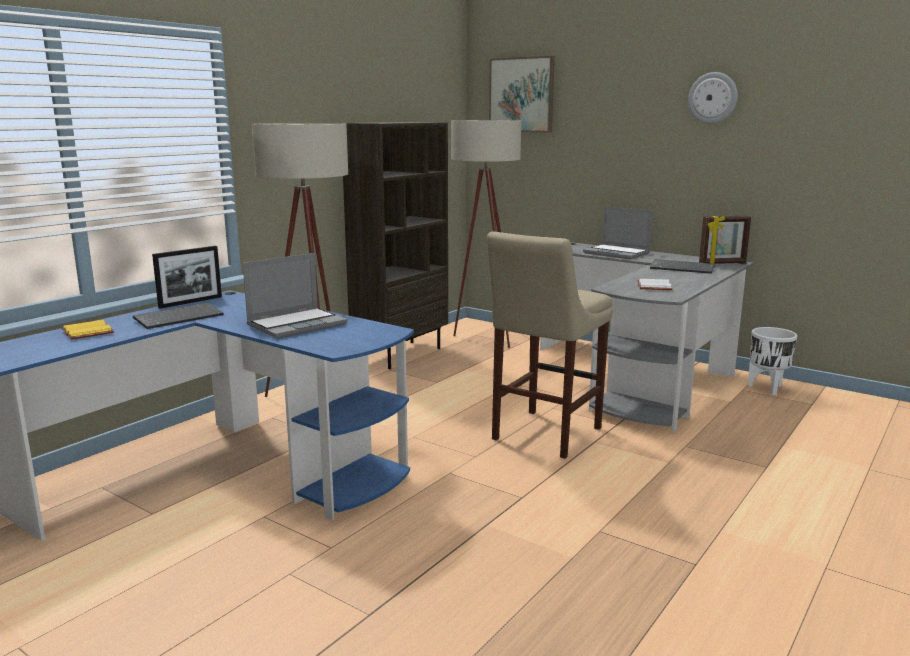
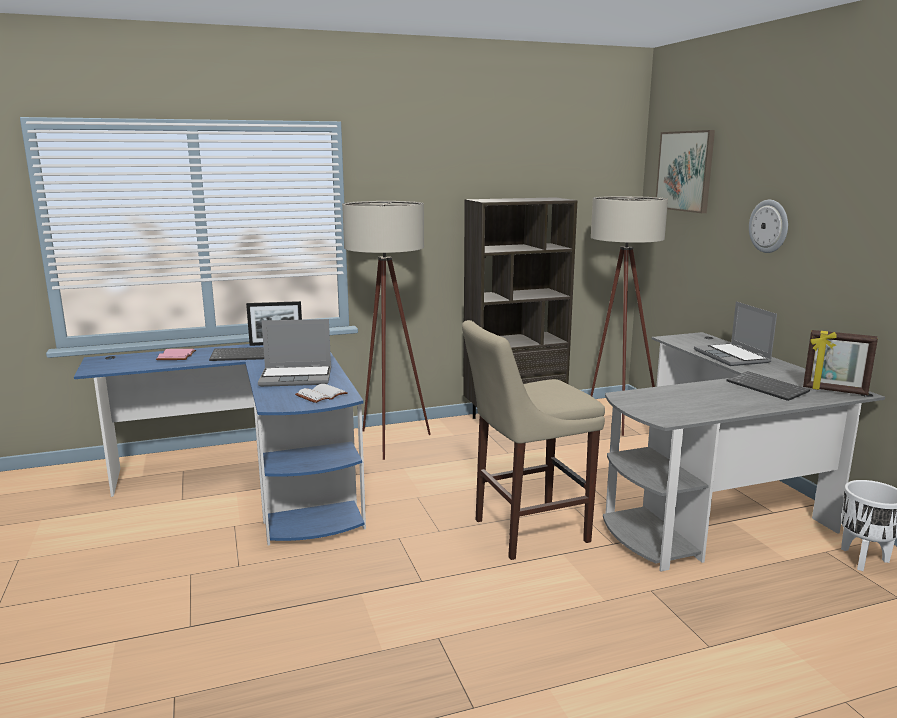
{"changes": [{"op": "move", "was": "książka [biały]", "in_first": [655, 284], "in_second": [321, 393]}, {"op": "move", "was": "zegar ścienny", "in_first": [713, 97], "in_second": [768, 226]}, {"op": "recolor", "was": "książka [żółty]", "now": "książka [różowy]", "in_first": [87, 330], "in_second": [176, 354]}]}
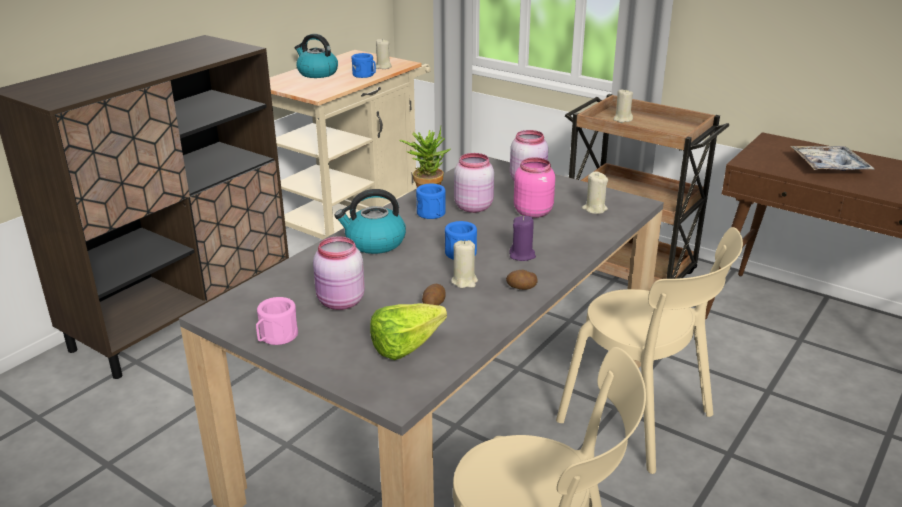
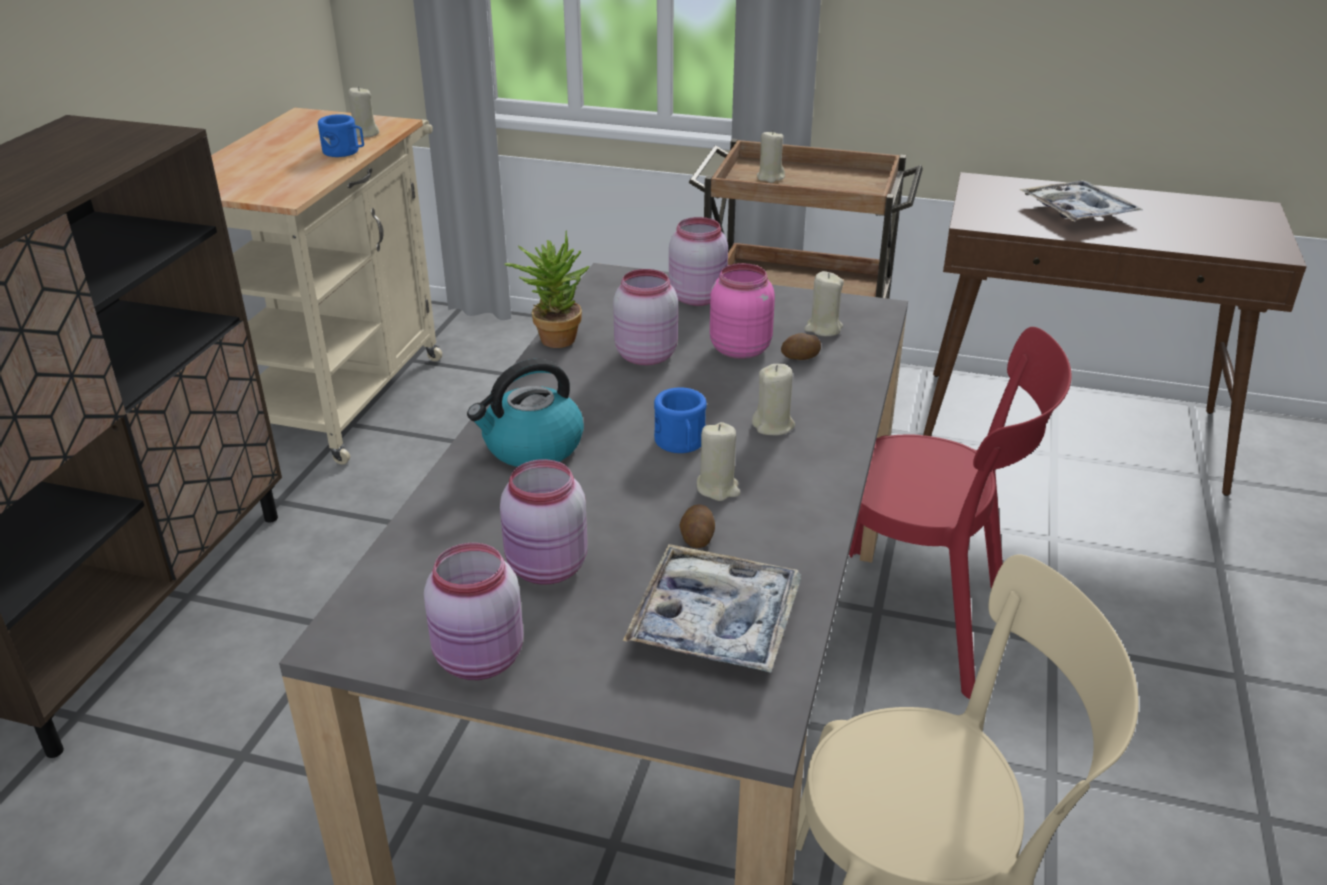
{"changes": [{"op": "delete", "was": "czajnik", "in_first": [316, 56]}, {"op": "delete", "was": "kubek [niebieski]", "in_first": [431, 201]}, {"op": "move", "was": "ziemniak", "in_first": [522, 280], "in_second": [801, 346]}, {"op": "replace", "was": "kubek [różowy]", "now": "słoik [różowy]", "in_first": [277, 321], "in_second": [474, 611]}, {"op": "replace", "was": "sałata", "now": "taca", "in_first": [408, 331], "in_second": [712, 608]}, {"op": "recolor", "was": "świeca [fioletowy]", "now": "świeca [beżowy]", "in_first": [522, 238], "in_second": [773, 399]}, {"op": "recolor", "was": "krzesło [beżowy]", "now": "krzesło [czerwony]", "in_first": [649, 350], "in_second": [960, 513]}]}
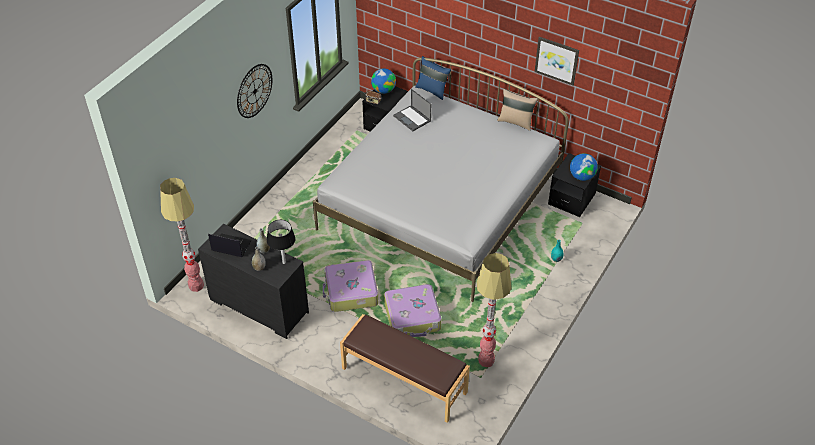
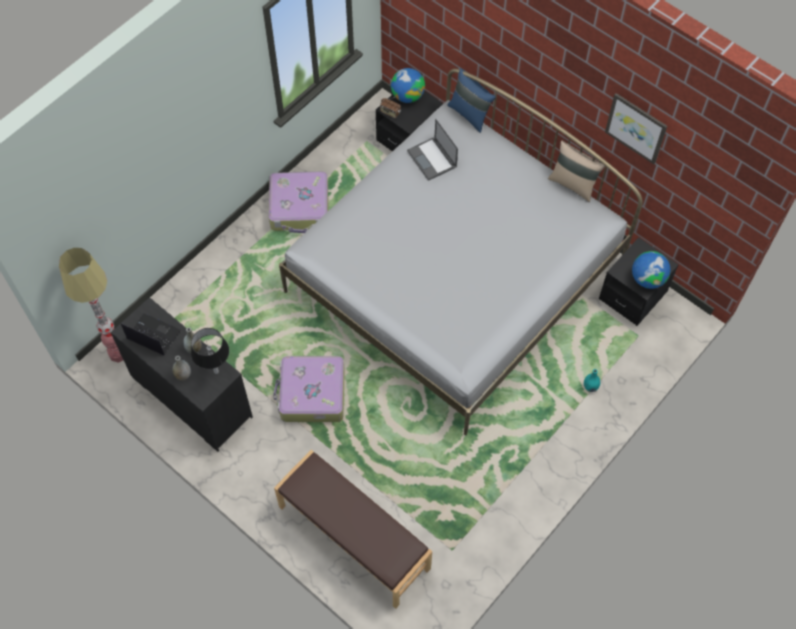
{"changes": [{"op": "delete", "was": "zegar ścienny", "in_first": [254, 91]}, {"op": "delete", "was": "lampa stojąca", "in_first": [494, 310]}, {"op": "move", "was": "walizka", "in_first": [413, 310], "in_second": [298, 202]}]}
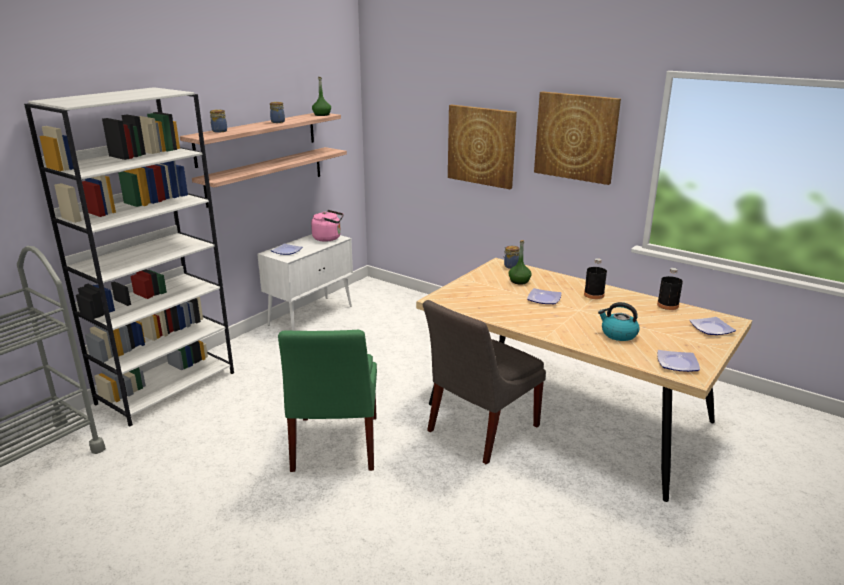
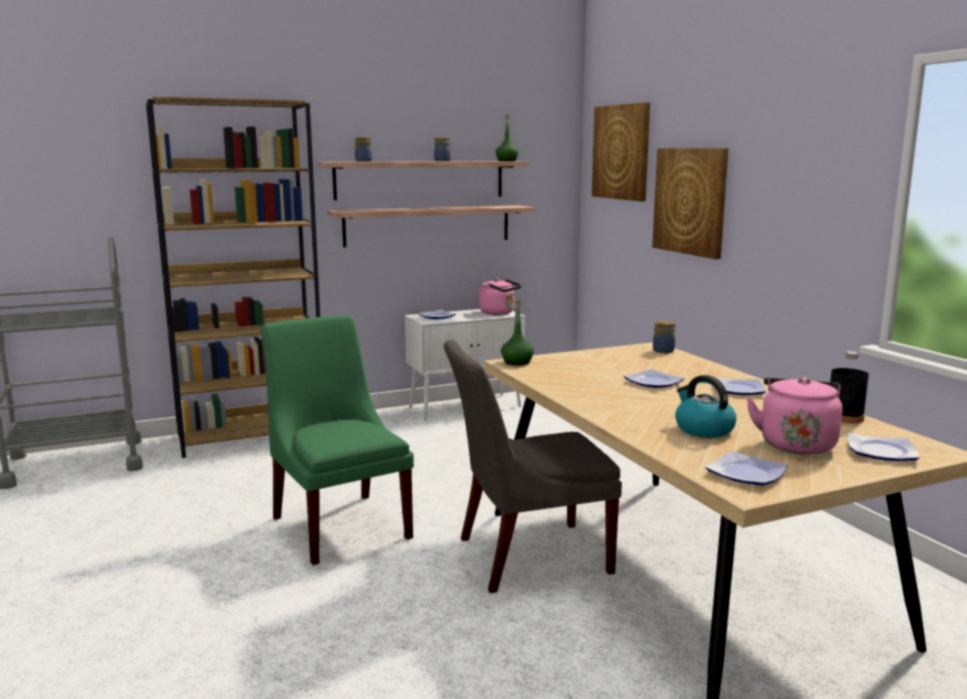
{"changes": [{"op": "insert", "now": "czajnik [różowy]", "in_second": [794, 416]}, {"op": "move", "was": "butelka [zielony]", "in_first": [520, 262], "in_second": [517, 332]}, {"op": "move", "was": "obraz", "in_first": [577, 138], "in_second": [621, 151]}, {"op": "replace", "was": "butelka [czarny]", "now": "talerz", "in_first": [595, 278], "in_second": [740, 386]}, {"op": "recolor", "was": "regał [biały]", "now": "regał [brązowy]", "in_first": [129, 257], "in_second": [233, 277]}, {"op": "rotate", "was": "krzesło [zielony]", "in_first": [327, 401], "in_second": [337, 440], "clockwise": 120}]}
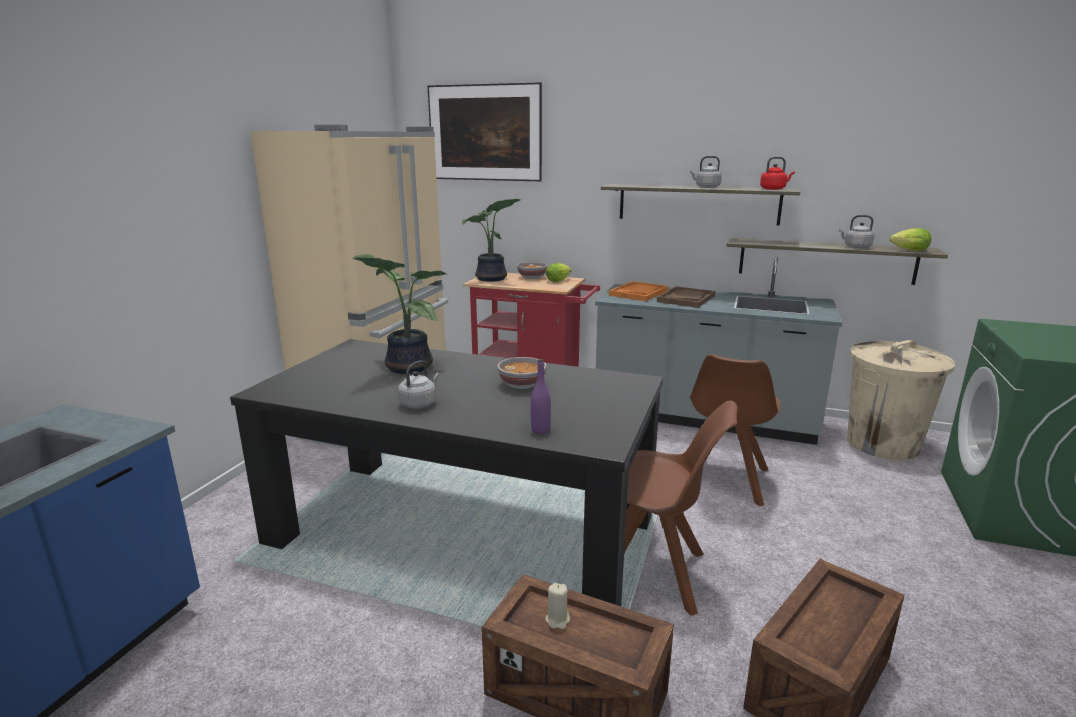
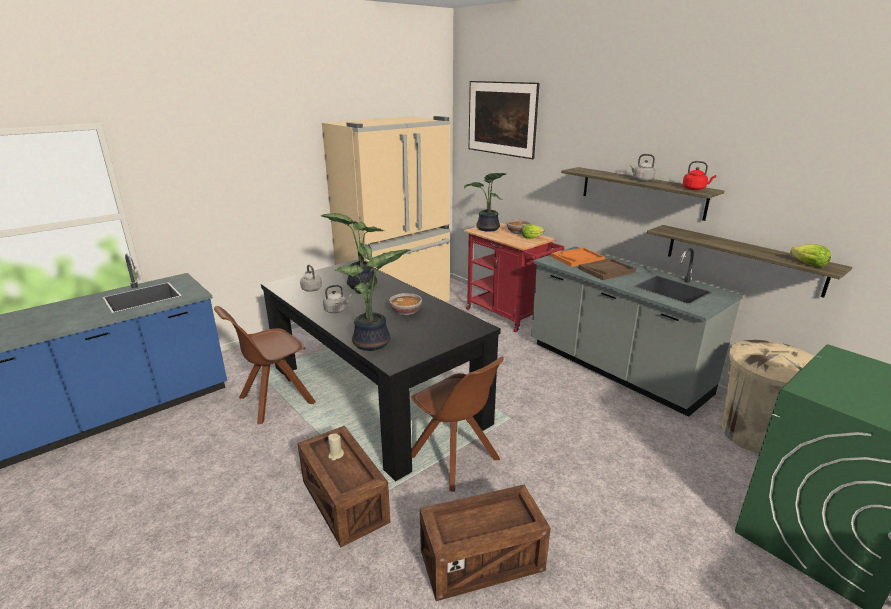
{"changes": [{"op": "move", "was": "krzesło [brązowy]", "in_first": [735, 430], "in_second": [265, 365]}, {"op": "move", "was": "czajnik [szary]", "in_first": [856, 231], "in_second": [311, 278]}, {"op": "replace", "was": "butelka [fioletowy]", "now": "roślina doniczkowa", "in_first": [541, 396], "in_second": [372, 300]}]}
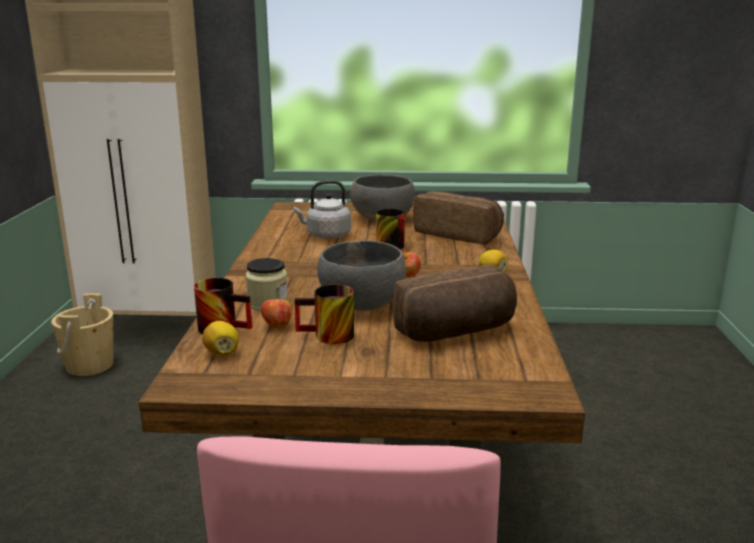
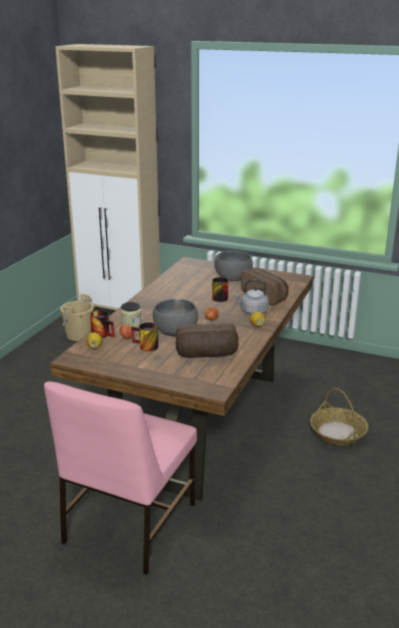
{"changes": [{"op": "insert", "now": "koszyk", "in_second": [339, 417]}, {"op": "move", "was": "czajnik [szary]", "in_first": [322, 209], "in_second": [251, 297]}]}
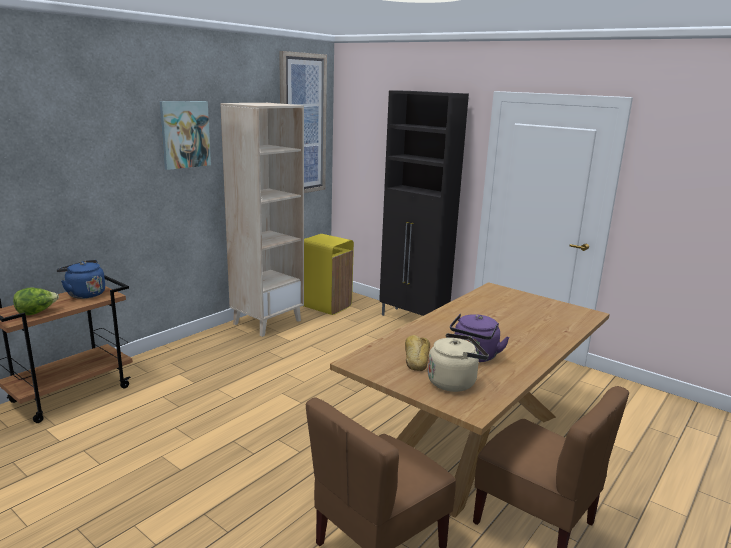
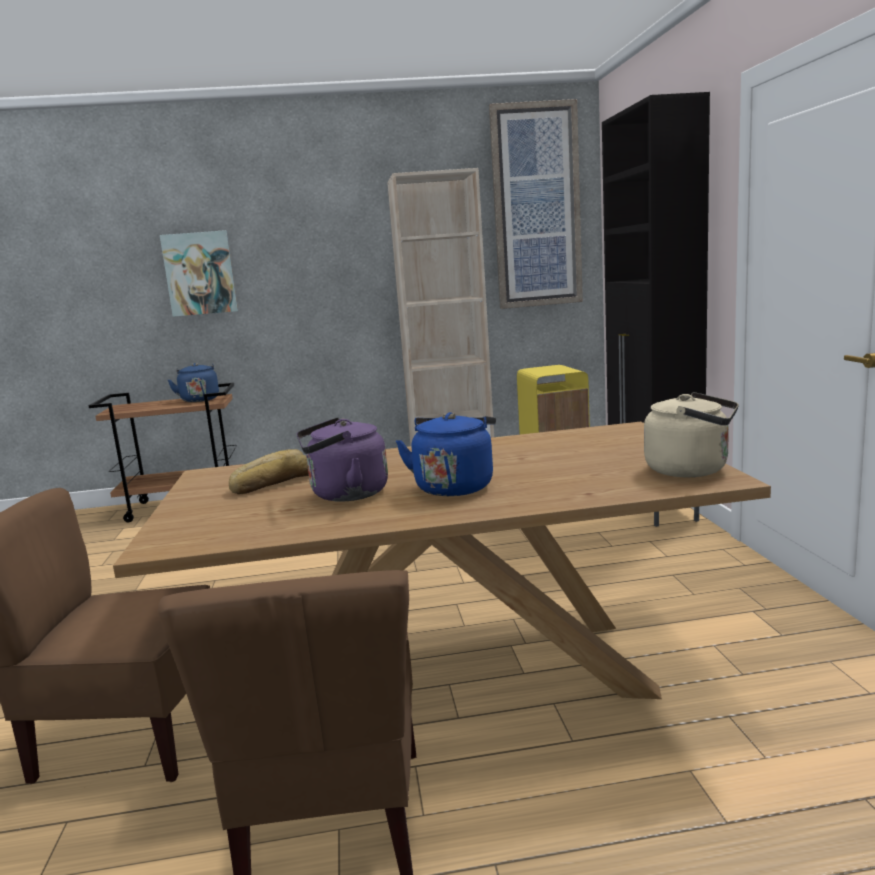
{"changes": [{"op": "delete", "was": "sałata", "in_first": [36, 301]}, {"op": "insert", "now": "czajnik [niebieski]", "in_second": [446, 454]}, {"op": "move", "was": "obraz", "in_first": [185, 135], "in_second": [199, 273]}, {"op": "move", "was": "czajnik [beżowy]", "in_first": [458, 362], "in_second": [691, 434]}]}
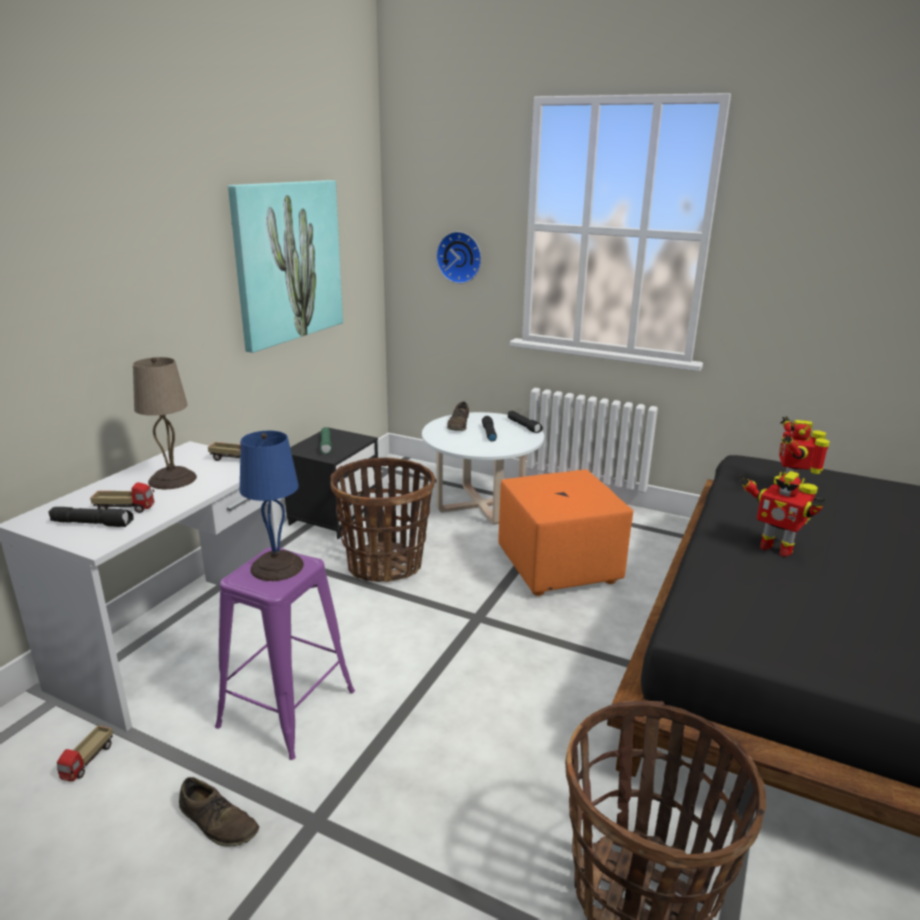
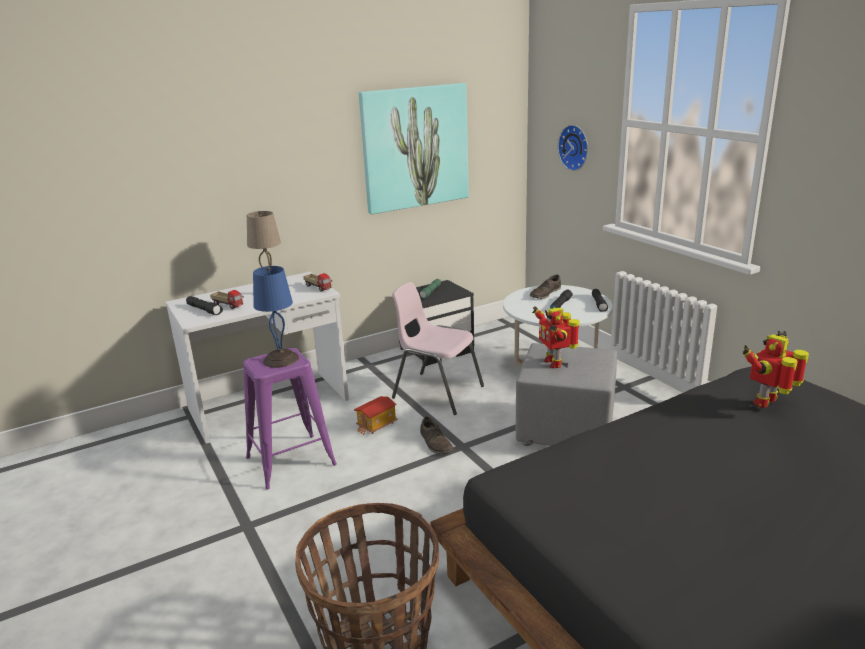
{"changes": [{"op": "delete", "was": "ciężarówka zabawkowa", "in_first": [85, 753]}, {"op": "insert", "now": "domek", "in_second": [376, 415]}, {"op": "move", "was": "but [brązowy]", "in_first": [219, 812], "in_second": [437, 435]}, {"op": "move", "was": "robot zabawkowy", "in_first": [782, 514], "in_second": [556, 337]}, {"op": "replace", "was": "koszyk", "now": "krzesło [różowy]", "in_first": [382, 520], "in_second": [438, 348]}, {"op": "recolor", "was": "pufa [pomarańczowy]", "now": "pufa [szary]", "in_first": [565, 532], "in_second": [566, 394]}]}
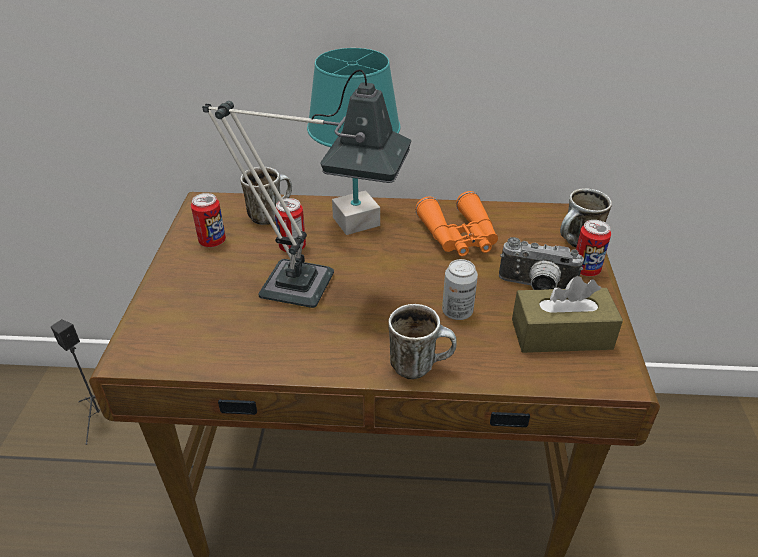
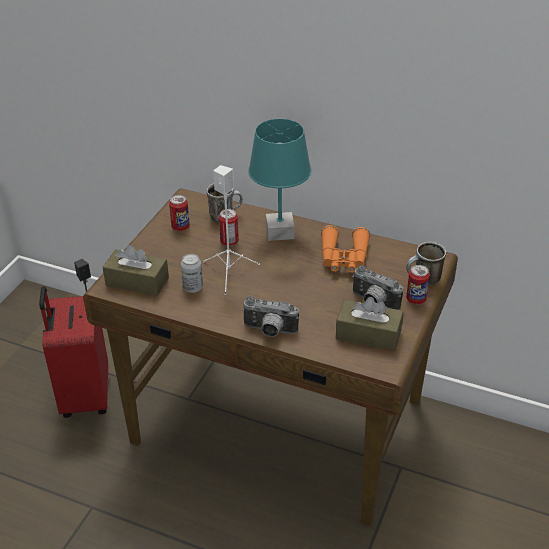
{"changes": [{"op": "insert", "now": "walizka [czerwony]", "in_second": [74, 352]}, {"op": "insert", "now": "pudełko chusteczek [brązowy]", "in_second": [136, 270]}, {"op": "move", "was": "puszka", "in_first": [460, 289], "in_second": [192, 273]}, {"op": "replace", "was": "lampa stołowa", "now": "głośnik [biały]", "in_first": [306, 188], "in_second": [231, 230]}, {"op": "replace", "was": "kubek", "now": "aparat fotograficzny", "in_first": [422, 341], "in_second": [270, 316]}]}
